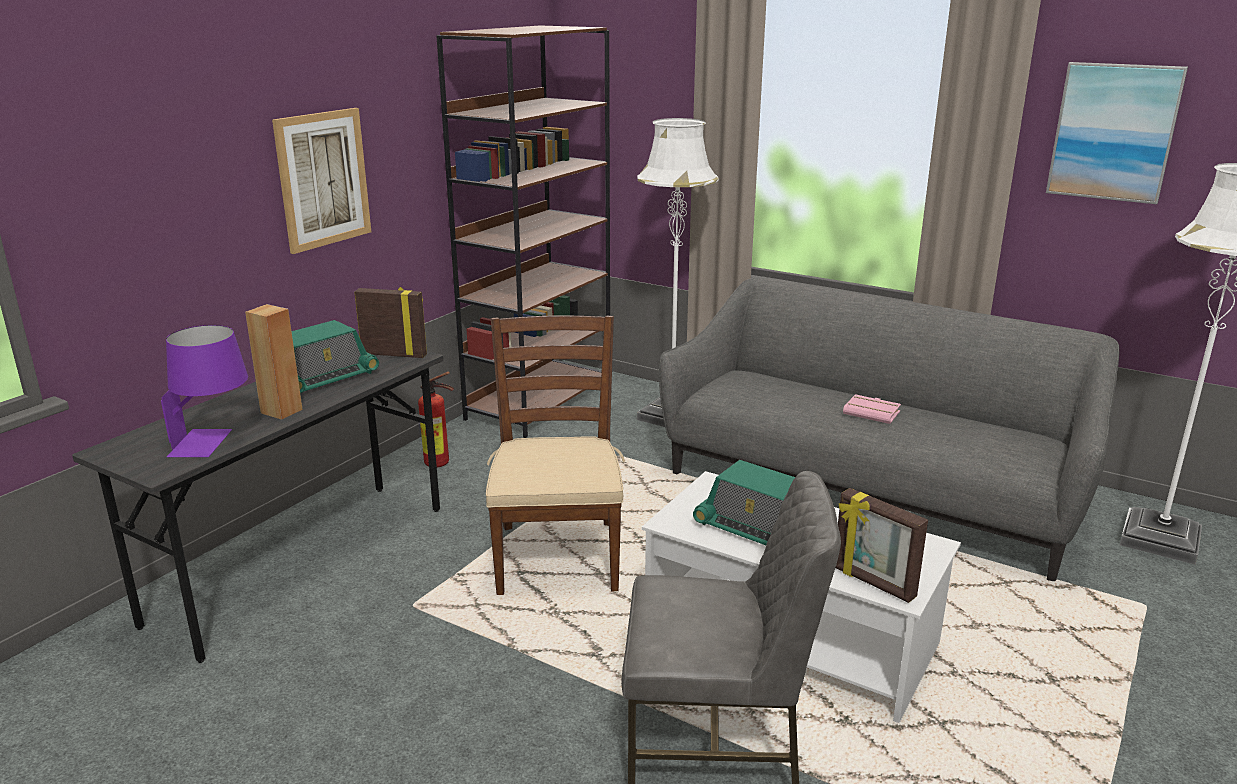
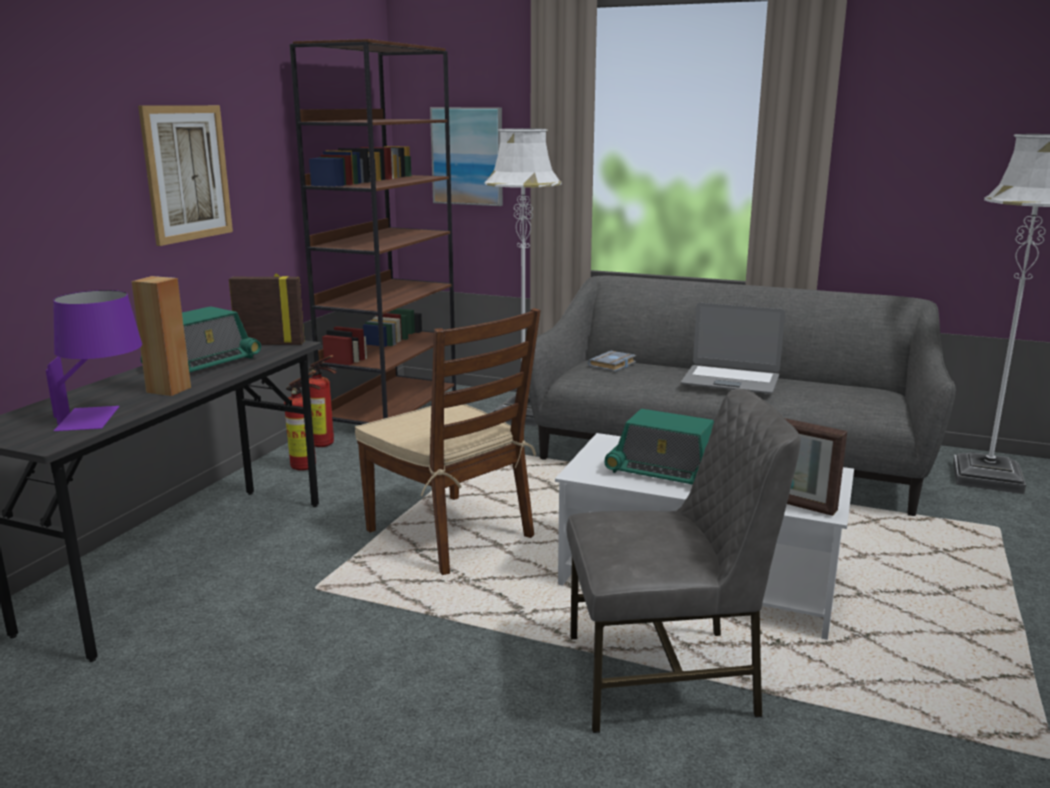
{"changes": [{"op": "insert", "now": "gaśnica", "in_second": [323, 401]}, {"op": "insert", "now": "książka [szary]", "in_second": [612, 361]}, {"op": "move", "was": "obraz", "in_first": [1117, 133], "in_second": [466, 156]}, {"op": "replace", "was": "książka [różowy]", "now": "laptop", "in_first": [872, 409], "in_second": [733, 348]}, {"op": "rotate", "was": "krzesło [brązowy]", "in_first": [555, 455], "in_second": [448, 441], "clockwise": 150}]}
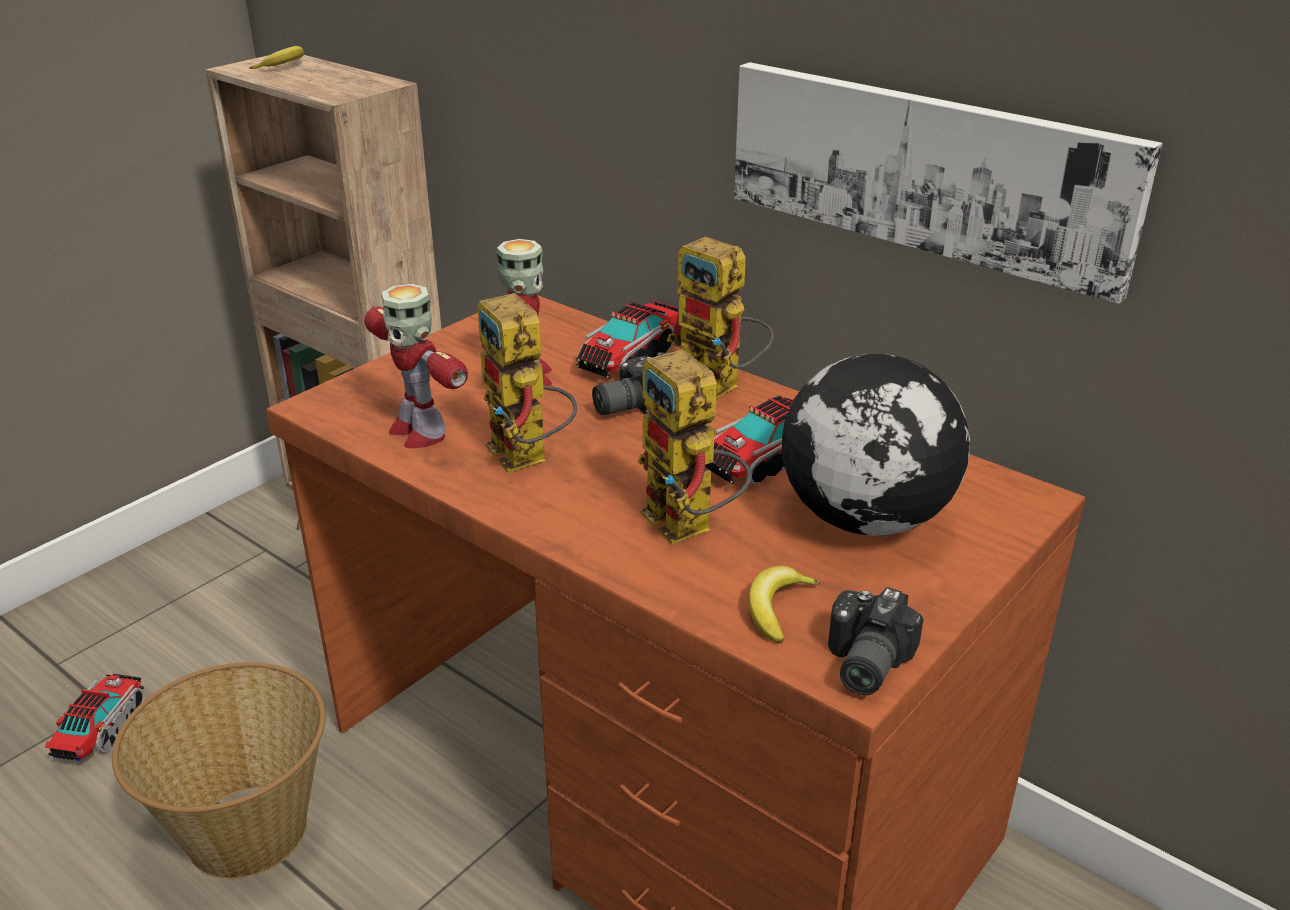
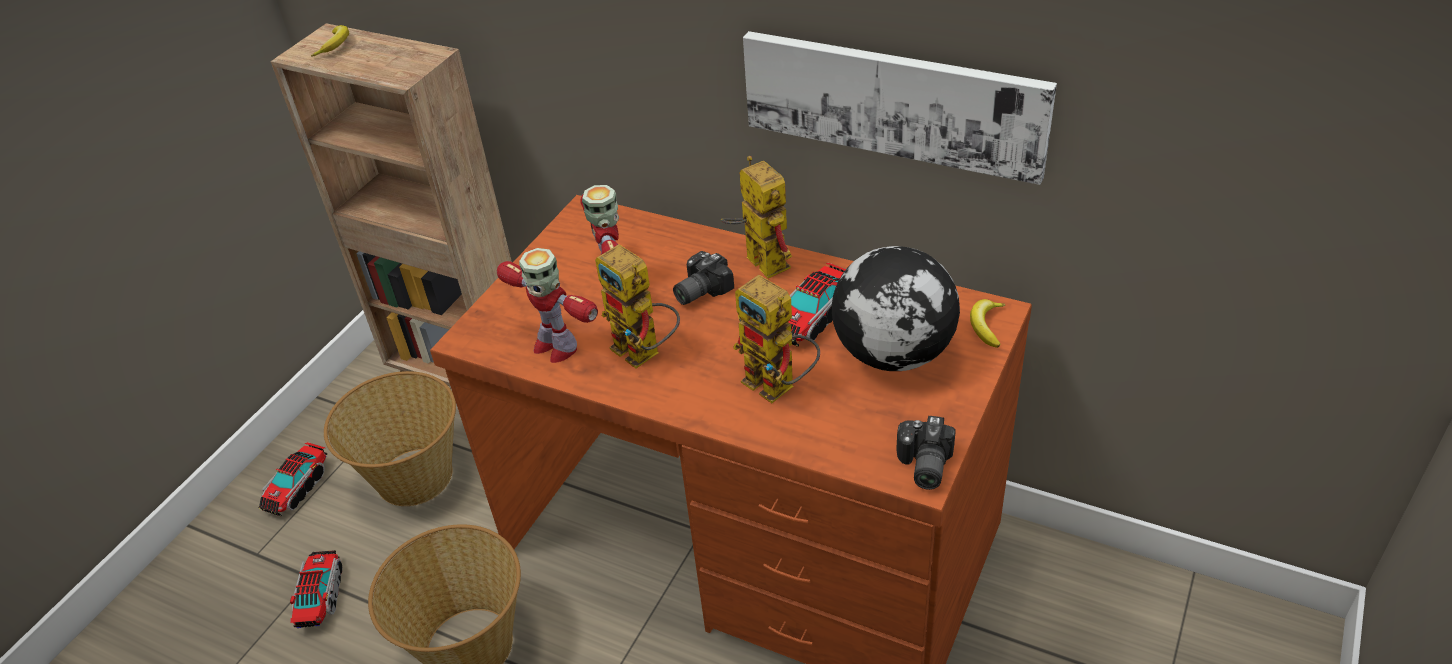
{"changes": [{"op": "insert", "now": "koszyk", "in_second": [390, 438]}, {"op": "move", "was": "ciężarówka zabawkowa", "in_first": [627, 338], "in_second": [293, 479]}, {"op": "move", "was": "banan", "in_first": [784, 604], "in_second": [988, 323]}, {"op": "rotate", "was": "robot zabawkowy", "in_first": [720, 318], "in_second": [756, 217], "clockwise": -150}]}
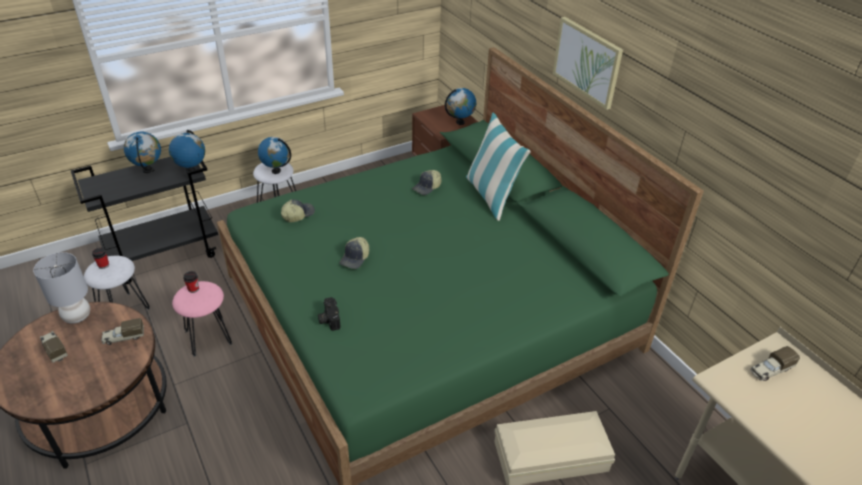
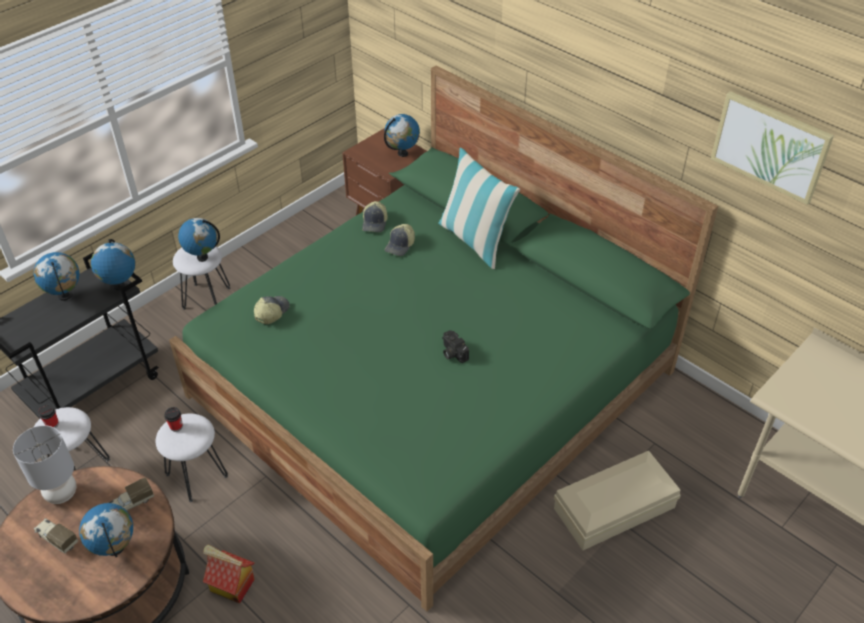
{"changes": [{"op": "delete", "was": "ciężarówka zabawkowa", "in_first": [775, 363]}, {"op": "insert", "now": "globus", "in_second": [106, 530]}, {"op": "insert", "now": "domek", "in_second": [228, 574]}, {"op": "move", "was": "aparat fotograficzny", "in_first": [329, 314], "in_second": [455, 346]}, {"op": "move", "was": "czapka z daszkiem", "in_first": [354, 253], "in_second": [375, 216]}, {"op": "move", "was": "obraz", "in_first": [588, 63], "in_second": [772, 148]}, {"op": "recolor", "was": "stołek [różowy]", "now": "stołek [biały]", "in_first": [202, 319], "in_second": [192, 457]}]}
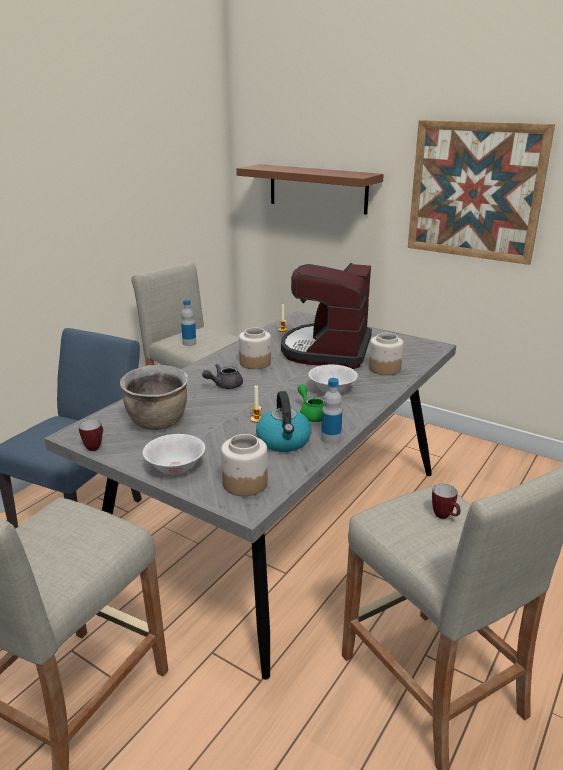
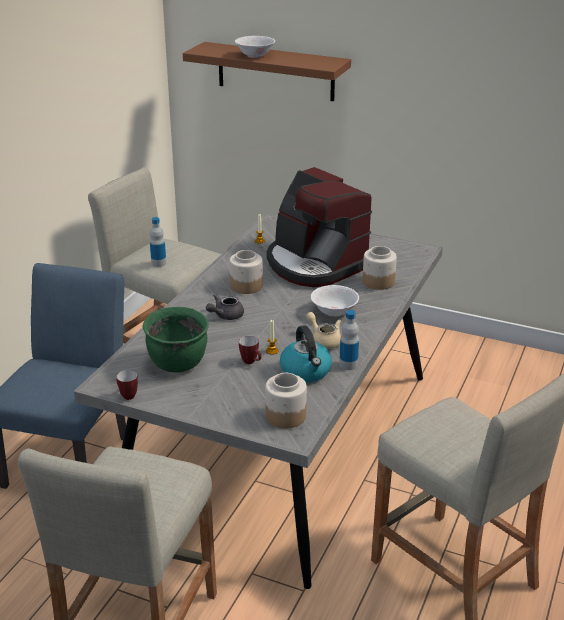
{"changes": [{"op": "delete", "was": "obraz", "in_first": [481, 192]}, {"op": "move", "was": "miska [biały]", "in_first": [174, 454], "in_second": [255, 47]}, {"op": "move", "was": "kubek", "in_first": [446, 501], "in_second": [250, 350]}, {"op": "recolor", "was": "garnek [brązowy]", "now": "garnek [zielony]", "in_first": [154, 397], "in_second": [175, 340]}, {"op": "recolor", "was": "imbryk [zielony]", "now": "imbryk [beżowy]", "in_first": [311, 403], "in_second": [323, 330]}, {"op": "rotate", "was": "ekspres do kawy", "in_first": [326, 316], "in_second": [319, 227], "clockwise": -45}]}
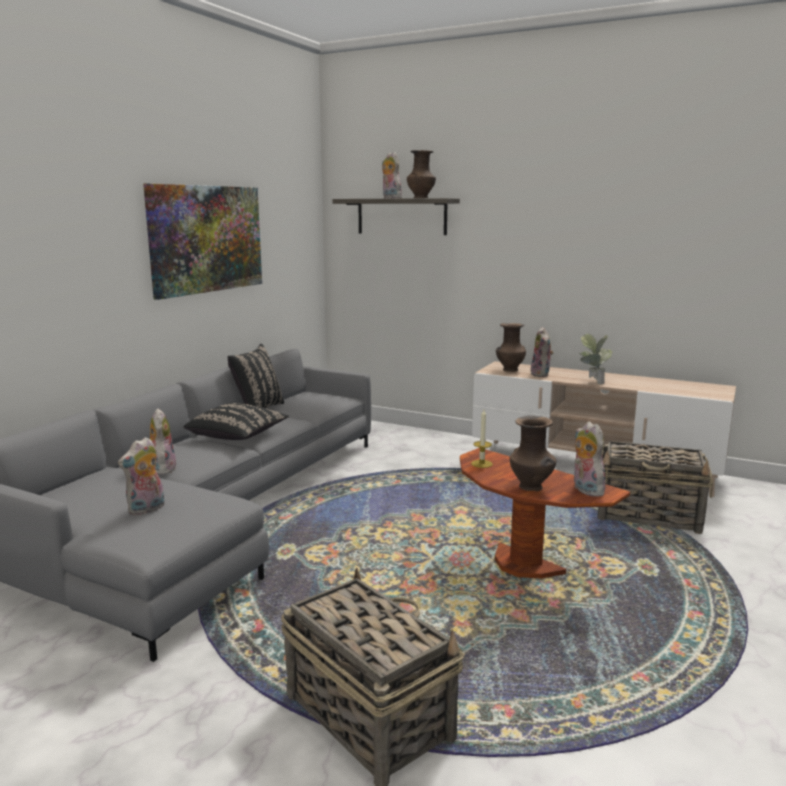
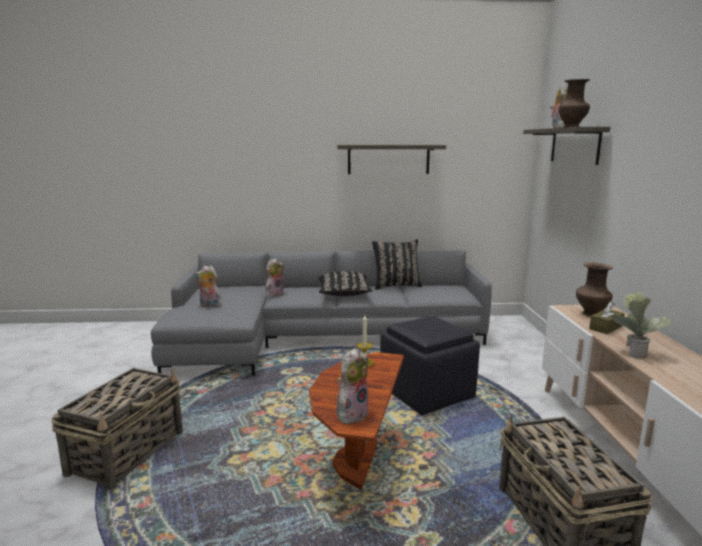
{"changes": [{"op": "delete", "was": "wazon [brązowy]", "in_first": [533, 453]}, {"op": "insert", "now": "pufa [czarny]", "in_second": [430, 365]}, {"op": "replace", "was": "obraz", "now": "półka", "in_first": [202, 241], "in_second": [391, 159]}, {"op": "replace", "was": "pluszak", "now": "pudełko chusteczek [brązowy]", "in_first": [542, 352], "in_second": [607, 317]}]}
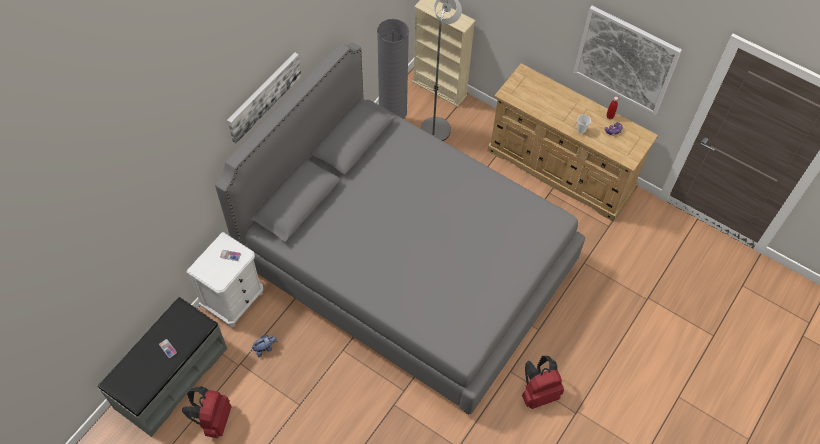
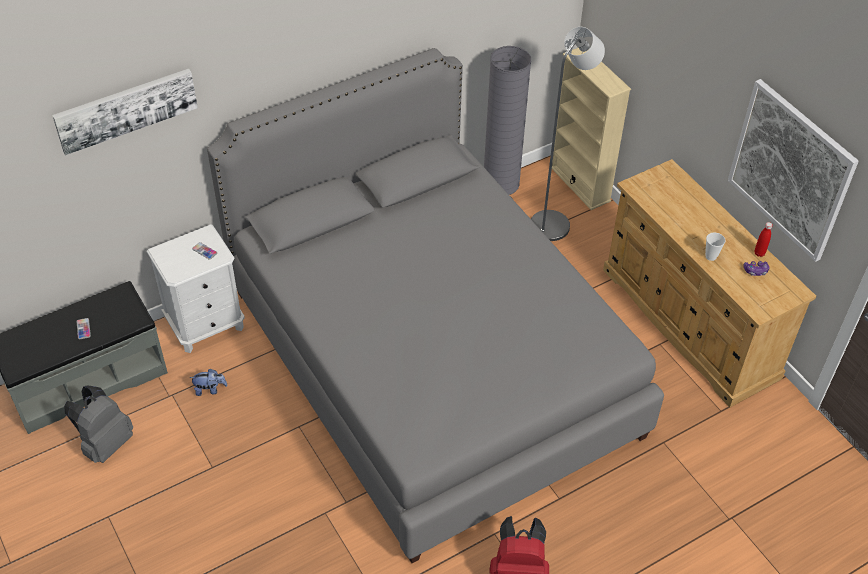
{"changes": [{"op": "move", "was": "obraz", "in_first": [264, 97], "in_second": [125, 112]}, {"op": "recolor", "was": "plecak [czerwony]", "now": "plecak [szary]", "in_first": [207, 412], "in_second": [98, 424]}]}
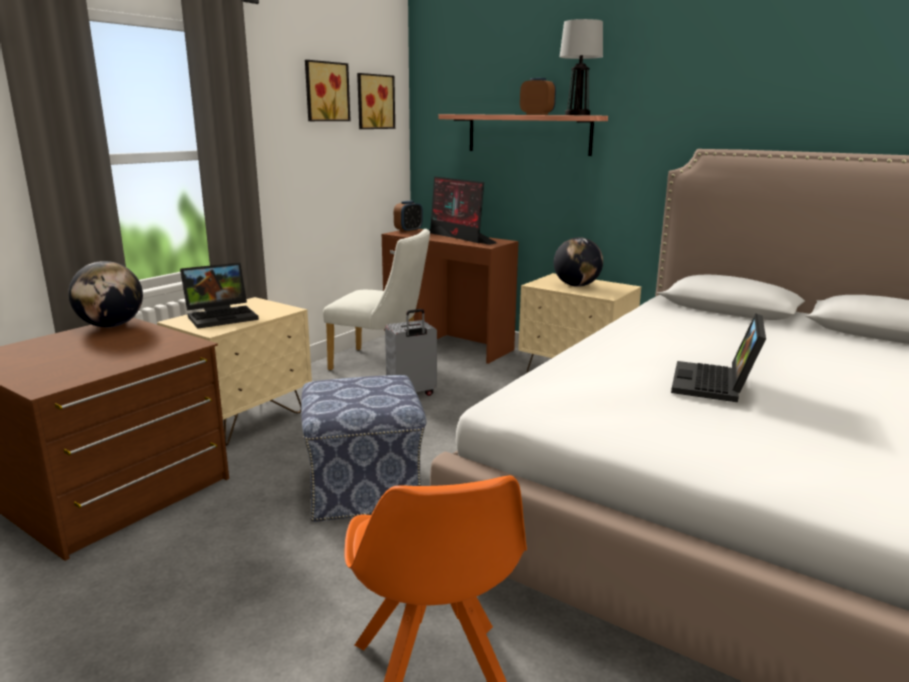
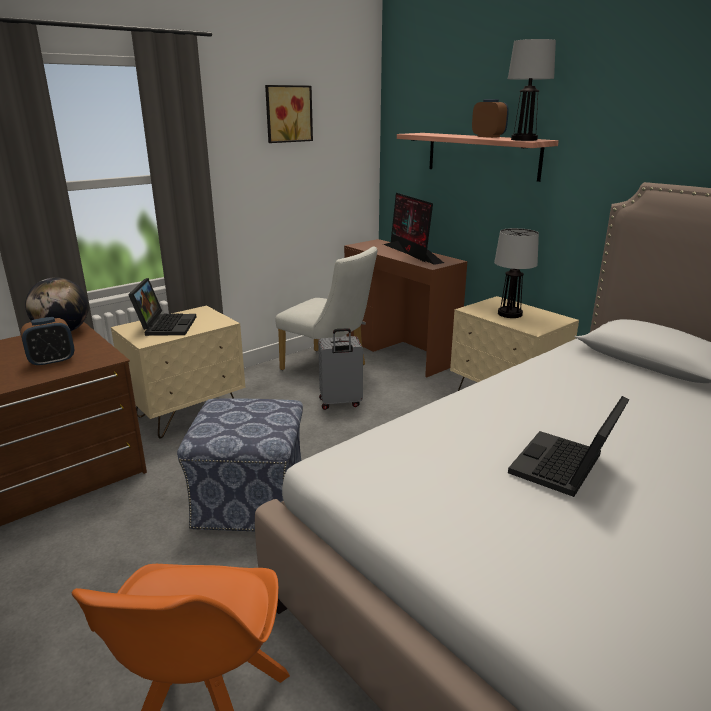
{"changes": [{"op": "delete", "was": "obraz", "in_first": [376, 101]}, {"op": "move", "was": "budzik", "in_first": [408, 217], "in_second": [47, 342]}, {"op": "replace", "was": "globus", "now": "lampa stołowa", "in_first": [578, 262], "in_second": [516, 273]}, {"op": "rotate", "was": "laptop", "in_first": [219, 296], "in_second": [162, 307], "clockwise": -75}]}
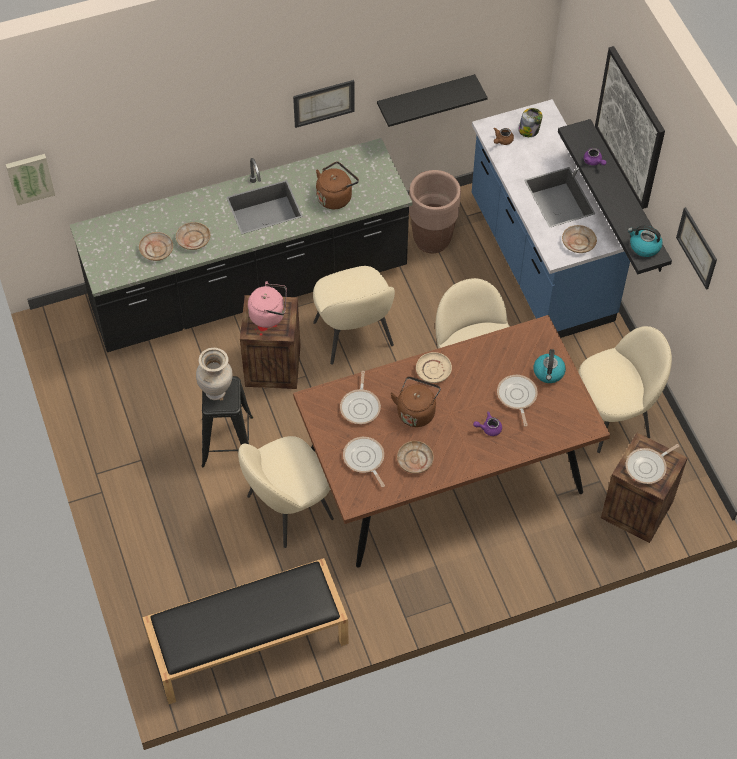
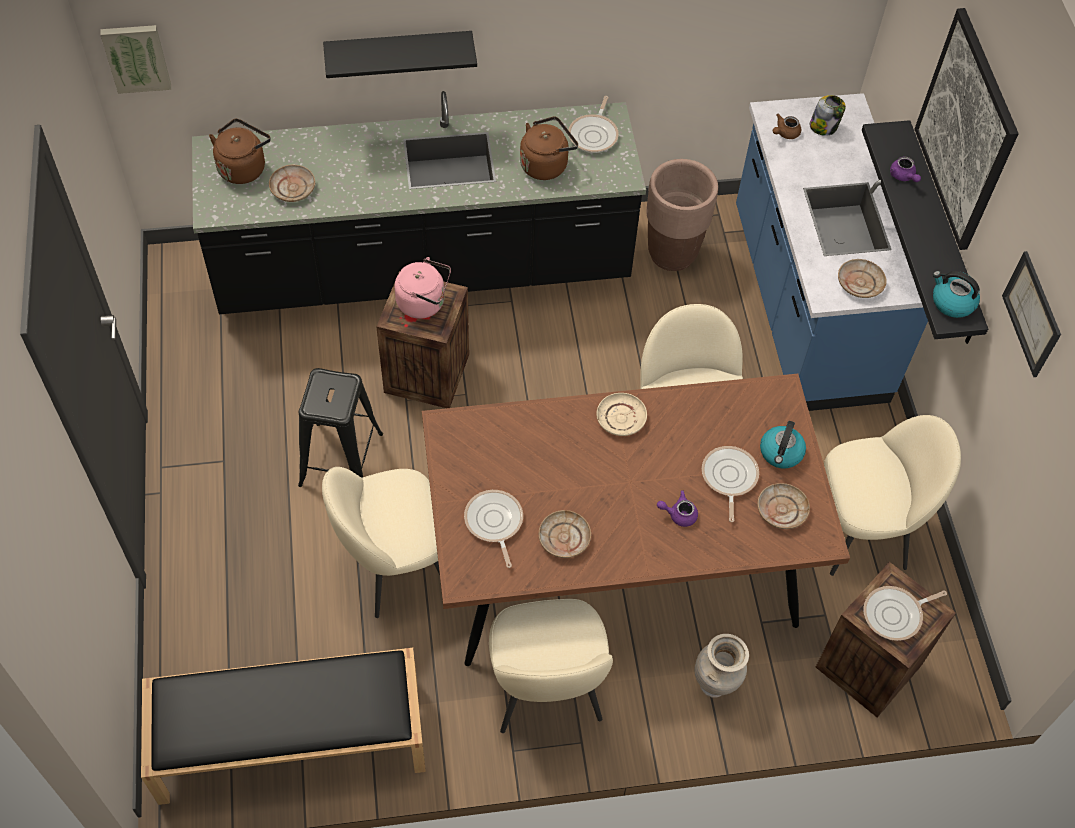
{"changes": [{"op": "delete", "was": "obraz", "in_first": [324, 104]}, {"op": "move", "was": "talerz [beżowy]", "in_first": [193, 236], "in_second": [783, 506]}, {"op": "move", "was": "wazon [beżowy]", "in_first": [214, 374], "in_second": [721, 666]}, {"op": "move", "was": "krzesło [beżowy]", "in_first": [354, 315], "in_second": [551, 666]}, {"op": "move", "was": "patelnia", "in_first": [360, 397], "in_second": [594, 124]}, {"op": "move", "was": "półka [czarny]", "in_first": [432, 100], "in_second": [400, 54]}, {"op": "move", "was": "czajnik [brązowy]", "in_first": [415, 401], "in_second": [240, 151]}]}
